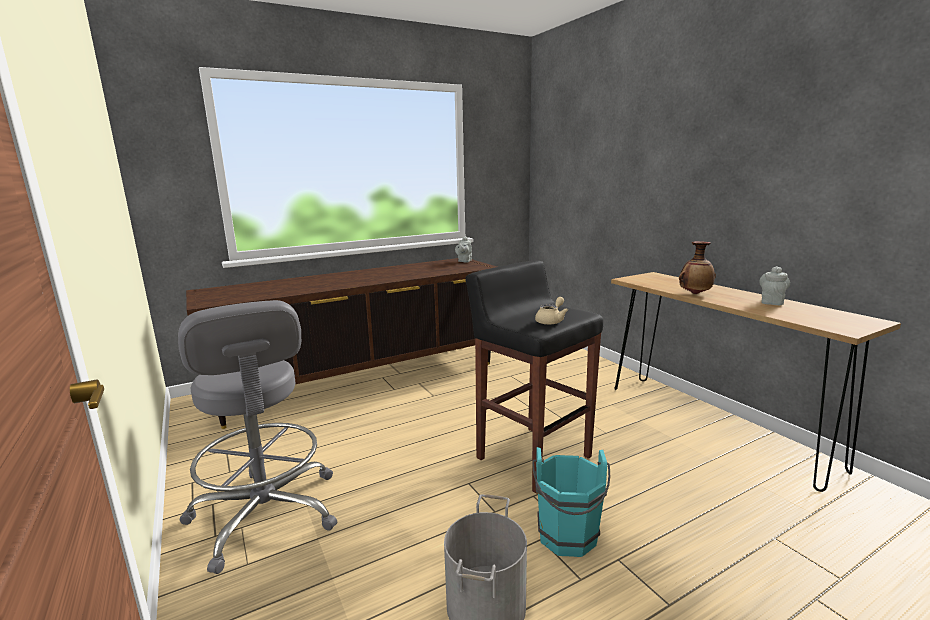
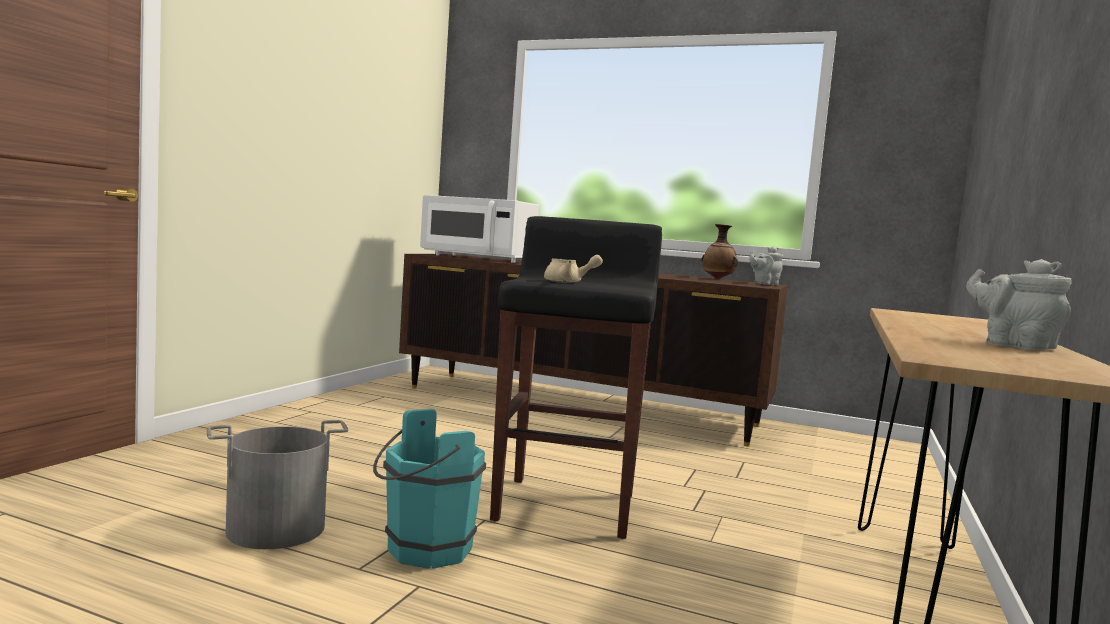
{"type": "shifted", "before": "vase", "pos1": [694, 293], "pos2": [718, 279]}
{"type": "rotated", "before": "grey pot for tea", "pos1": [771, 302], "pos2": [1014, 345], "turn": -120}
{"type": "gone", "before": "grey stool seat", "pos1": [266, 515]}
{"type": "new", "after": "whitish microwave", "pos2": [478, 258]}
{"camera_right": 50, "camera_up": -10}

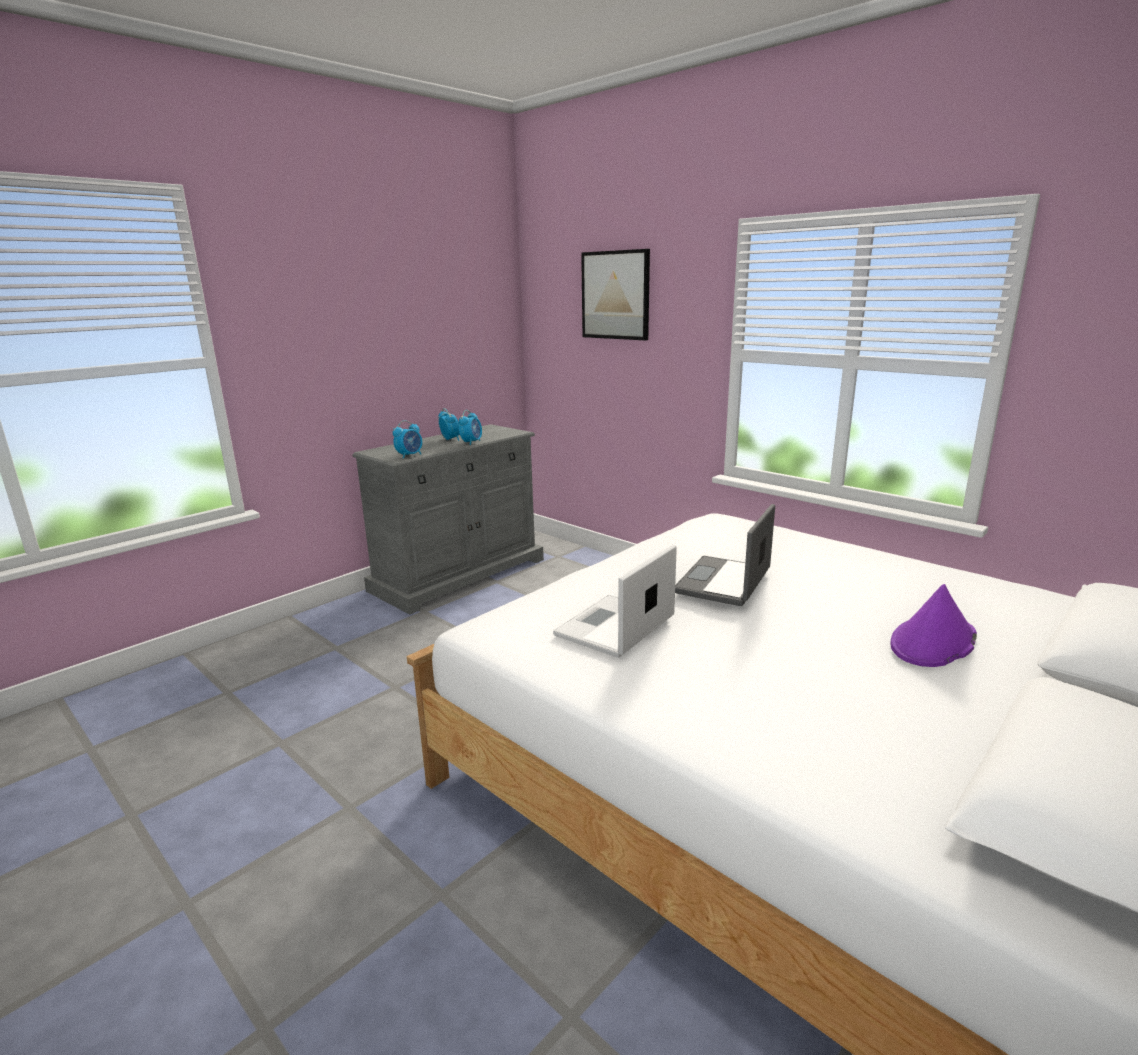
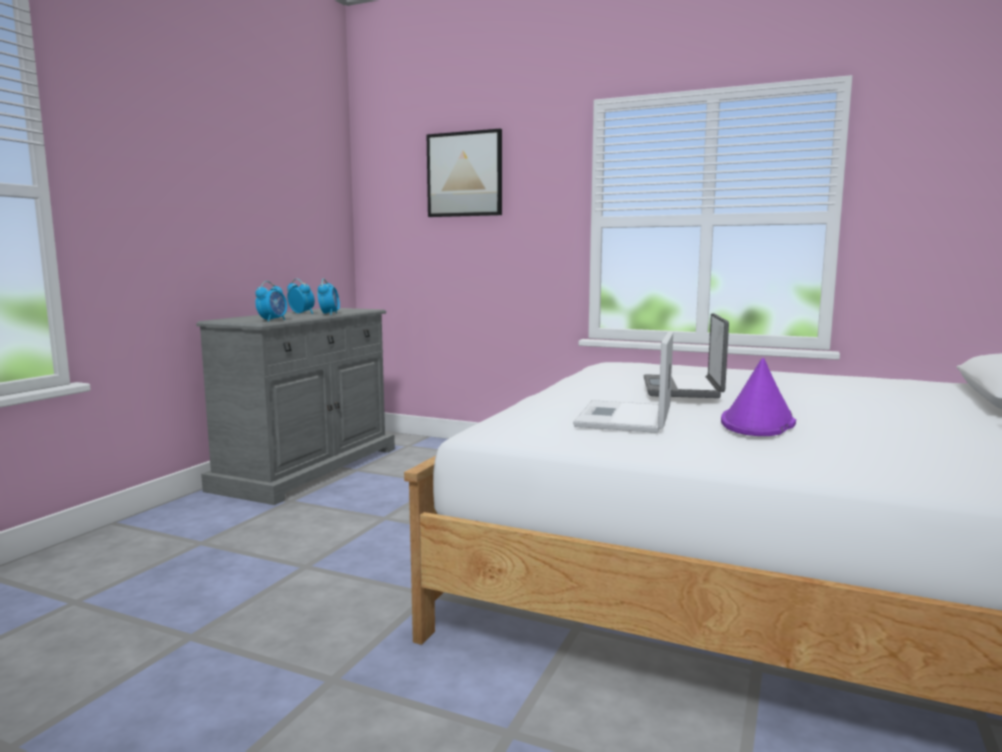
{"type": "shifted", "before": "purplish clothing hat", "pos1": [933, 642], "pos2": [758, 423]}
{"camera_right": -20, "camera_up": -10}

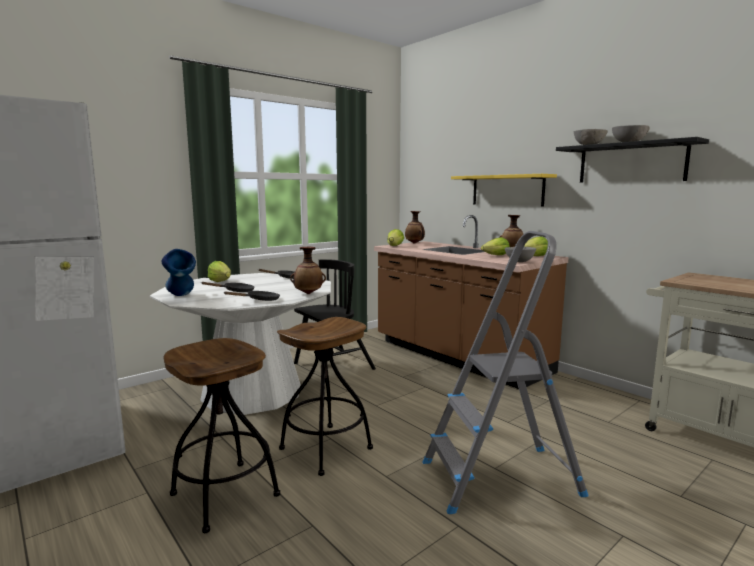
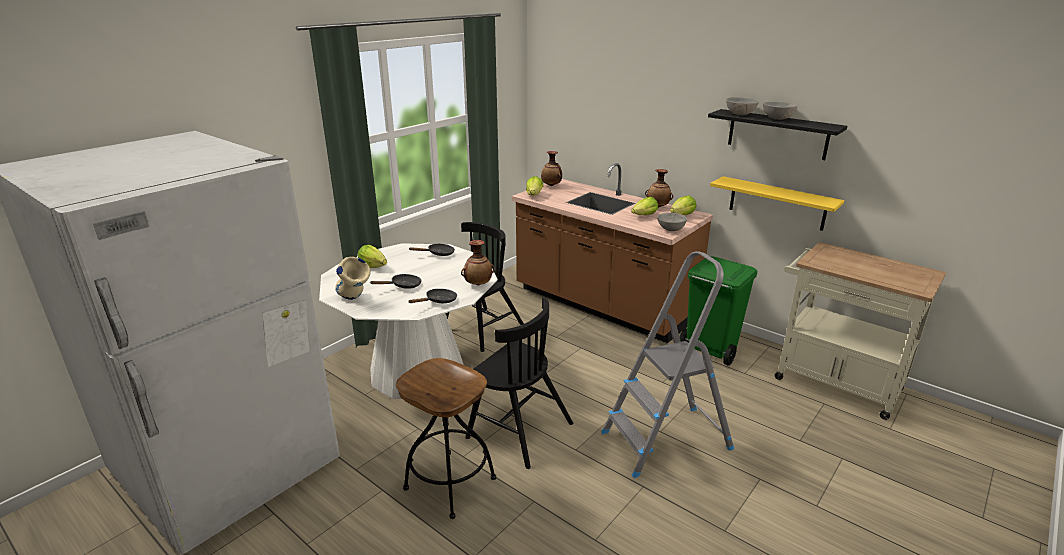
{"type": "shifted", "before": "yellow shelf", "pos1": [507, 190], "pos2": [777, 203]}
{"type": "repainted", "before": "blue vase", "after": "beige vase", "pos1": [181, 296], "pos2": [355, 300]}
{"type": "swapped", "before": "brown stool seat", "after": "black chair", "pos1": [325, 448], "pos2": [515, 428]}
{"type": "new", "after": "greenish trash can", "pos2": [710, 349]}
{"camera_right": -10, "camera_up": 15}

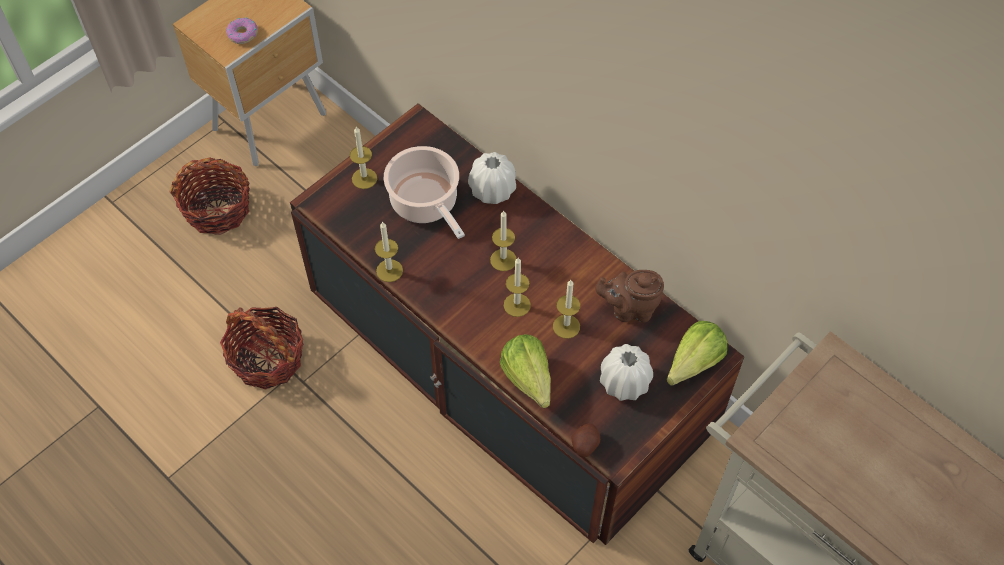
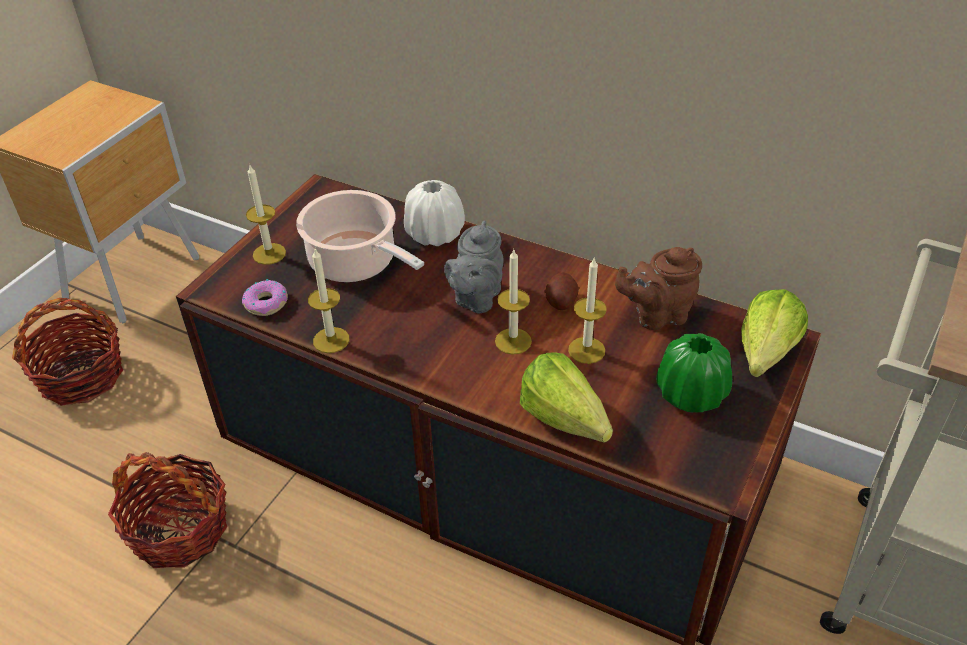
{"type": "shifted", "before": "doughnut", "pos1": [243, 34], "pos2": [266, 303]}
{"type": "swapped", "before": "candle", "after": "grey pot for tea", "pos1": [503, 260], "pos2": [476, 298]}
{"type": "repainted", "before": "whitish vase", "after": "greenish vase", "pos1": [624, 382], "pos2": [690, 394]}
{"type": "shifted", "before": "potato", "pos1": [585, 444], "pos2": [560, 301]}
{"camera_right": -15, "camera_up": -15}

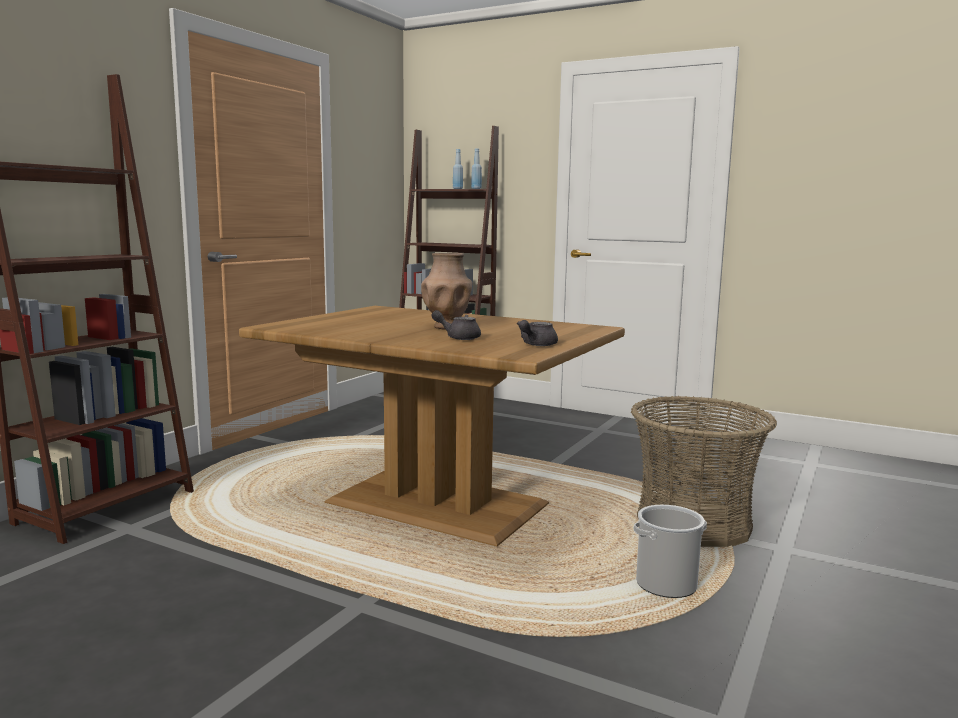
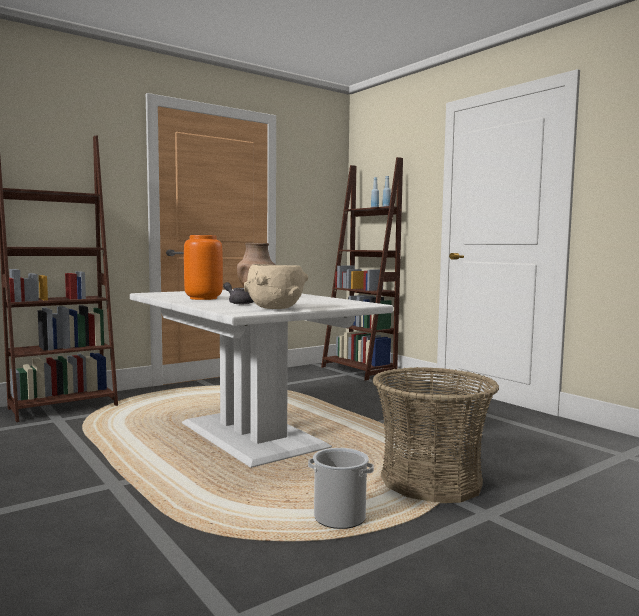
{"type": "repainted", "before": "brown dinner table", "after": "whitish dinner table", "pos1": [436, 505], "pos2": [250, 435]}
{"type": "swapped", "before": "grey pot for tea", "after": "beige bowl", "pos1": [535, 345], "pos2": [275, 308]}
{"type": "new", "after": "orange-coloured vase", "pos2": [204, 298]}
{"camera_right": 25, "camera_up": -5}

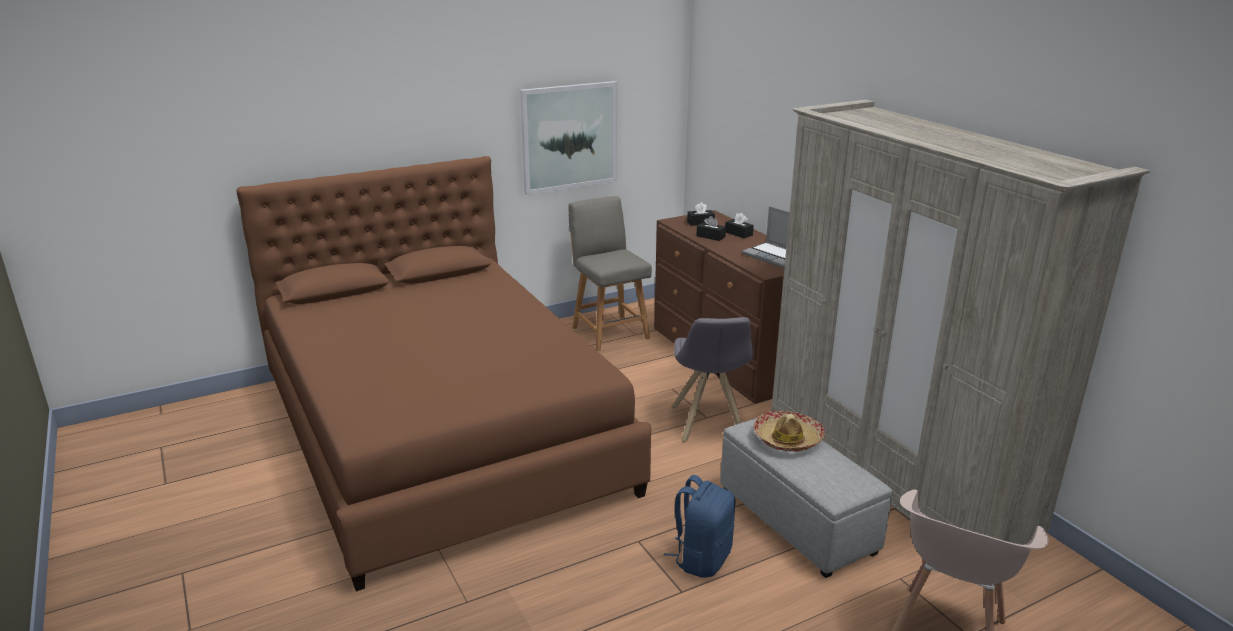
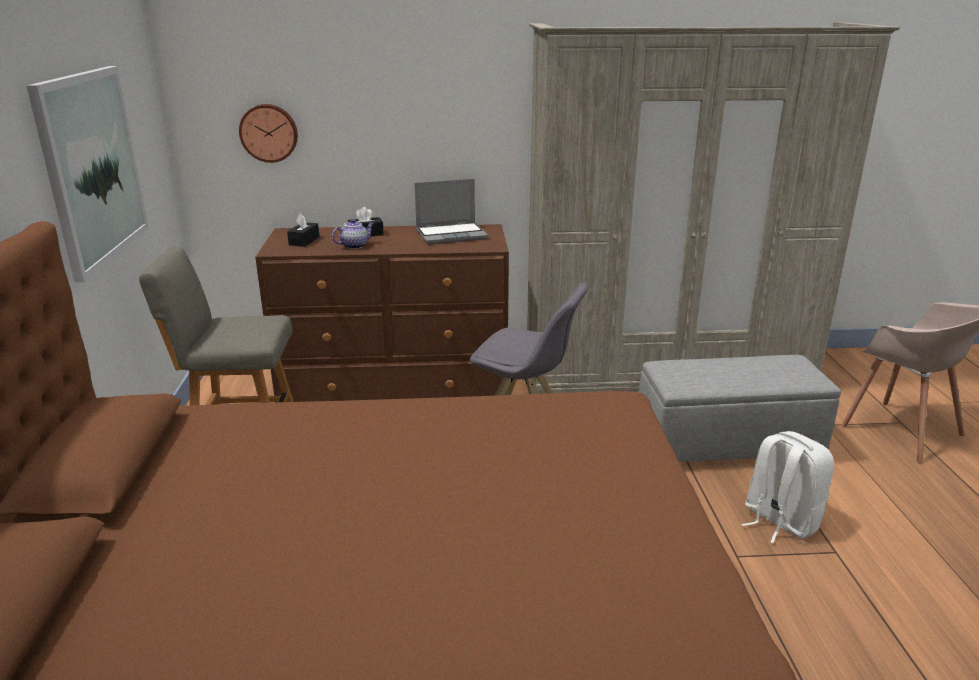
{"type": "swapped", "before": "black tissue holder", "after": "pot for tea", "pos1": [710, 236], "pos2": [355, 246]}
{"type": "gone", "before": "clothing hat", "pos1": [788, 439]}
{"type": "repainted", "before": "blue backpack", "after": "whitish backpack", "pos1": [702, 558], "pos2": [779, 520]}
{"type": "new", "after": "wall clock", "pos2": [269, 133]}
{"camera_right": -65, "camera_up": 0}

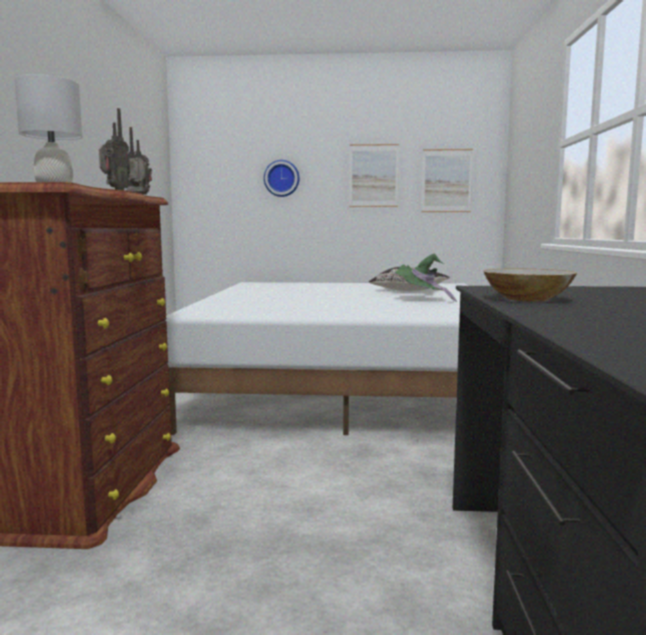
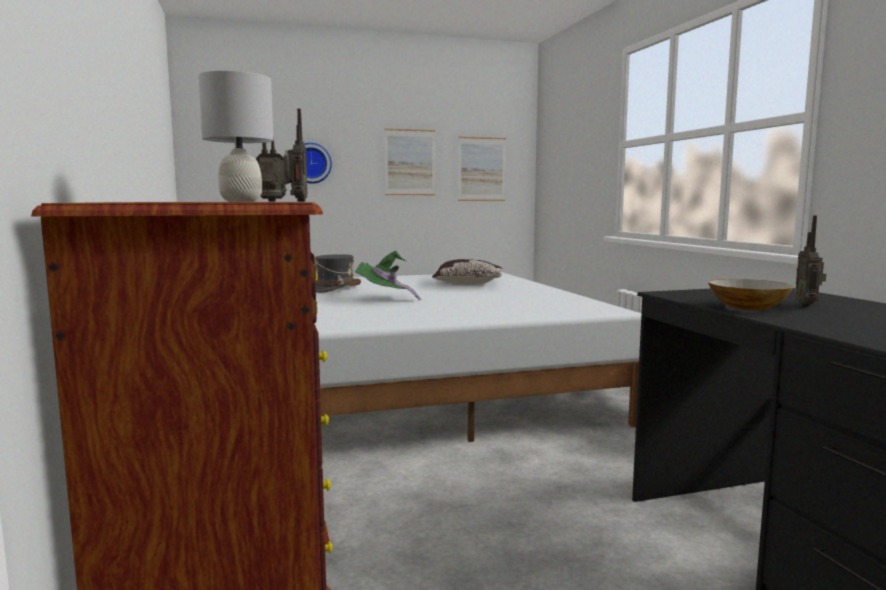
{"type": "shifted", "before": "greenish clothing hat", "pos1": [422, 300], "pos2": [385, 299]}
{"type": "new", "after": "radio", "pos2": [808, 305]}
{"type": "new", "after": "grey clothing hat", "pos2": [335, 289]}
{"camera_right": -20, "camera_up": 0}

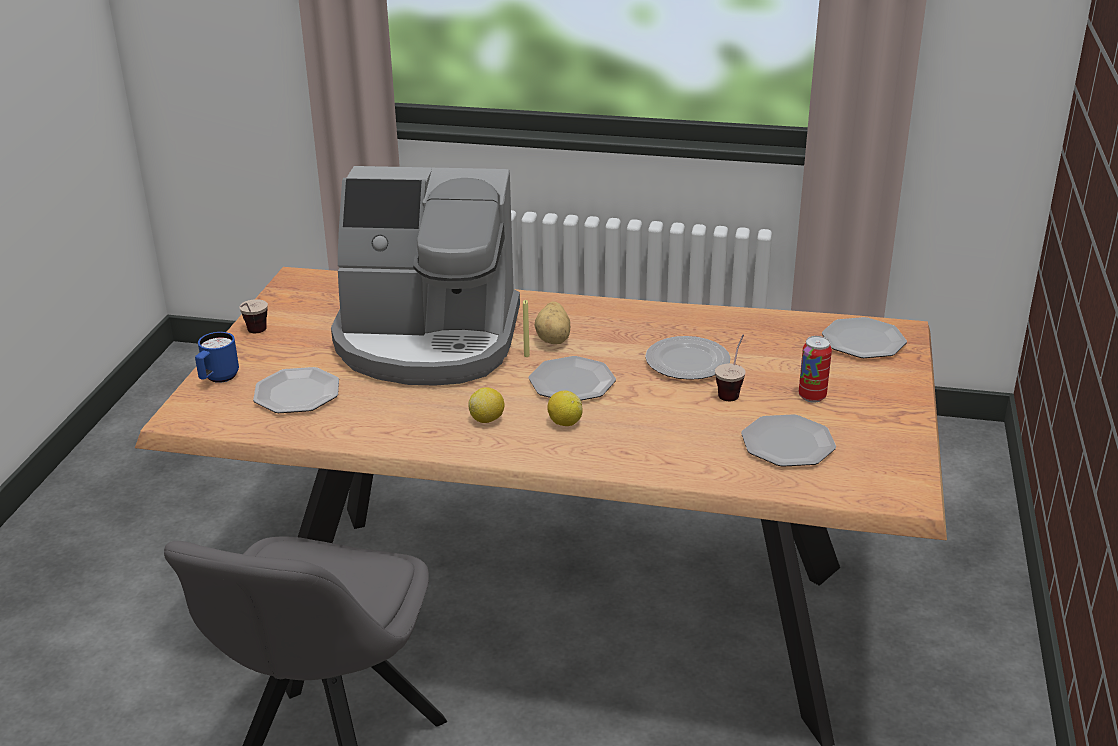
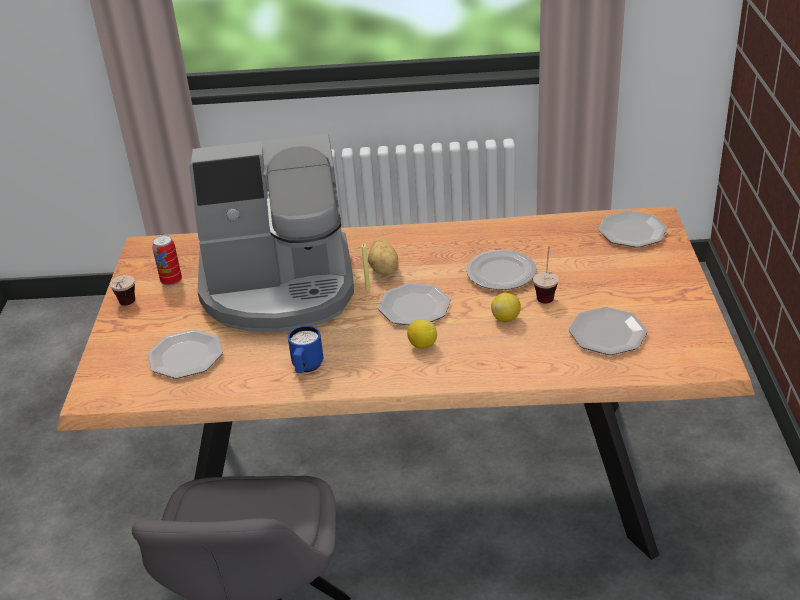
{"type": "shifted", "before": "blue coffee mug", "pos1": [218, 378], "pos2": [306, 368]}
{"type": "shifted", "before": "metal can", "pos1": [812, 397], "pos2": [171, 281]}
{"type": "shifted", "before": "citrus fruit", "pos1": [487, 420], "pos2": [506, 318]}
{"camera_right": -10, "camera_up": 5}

